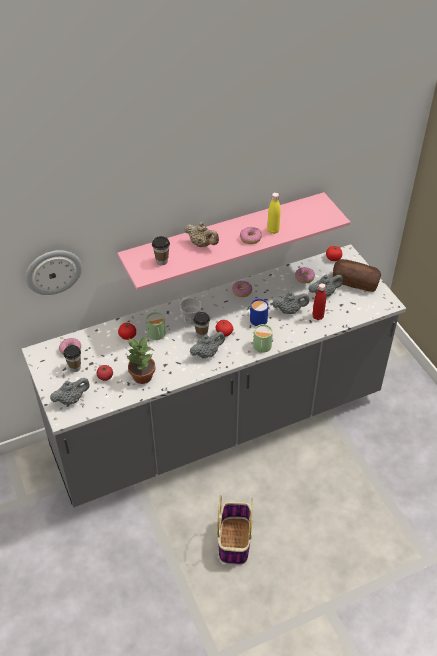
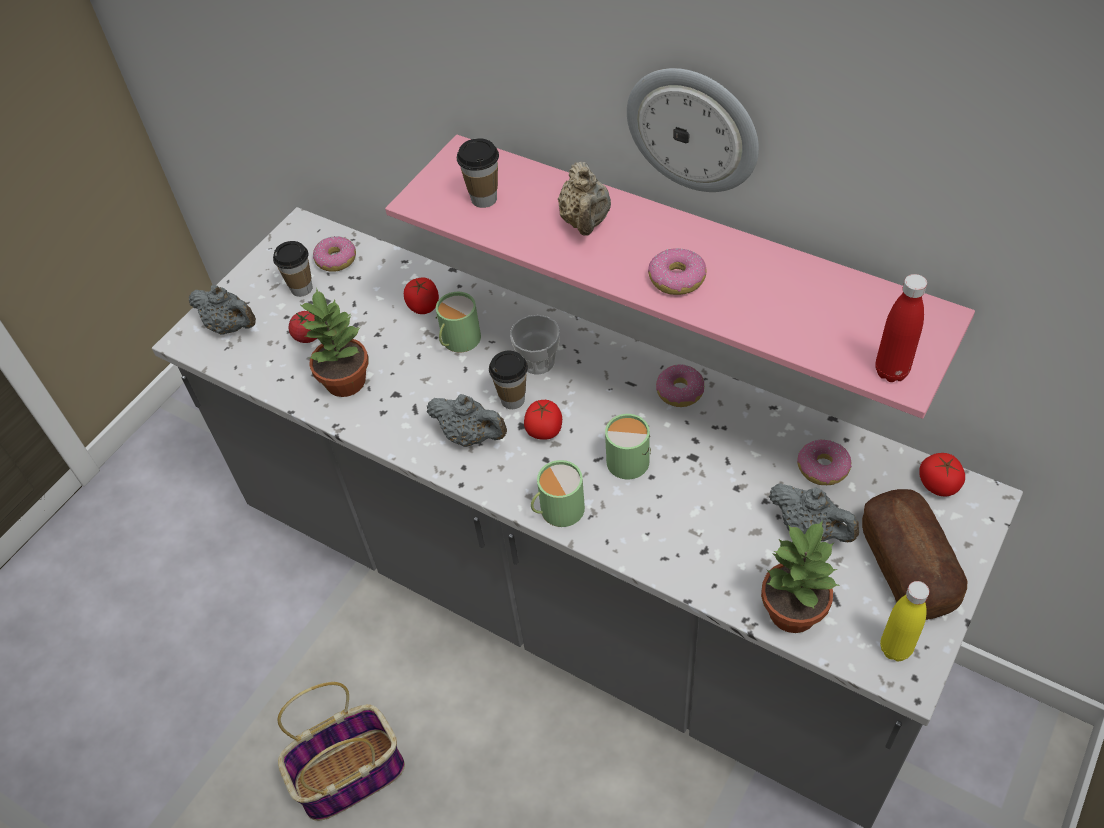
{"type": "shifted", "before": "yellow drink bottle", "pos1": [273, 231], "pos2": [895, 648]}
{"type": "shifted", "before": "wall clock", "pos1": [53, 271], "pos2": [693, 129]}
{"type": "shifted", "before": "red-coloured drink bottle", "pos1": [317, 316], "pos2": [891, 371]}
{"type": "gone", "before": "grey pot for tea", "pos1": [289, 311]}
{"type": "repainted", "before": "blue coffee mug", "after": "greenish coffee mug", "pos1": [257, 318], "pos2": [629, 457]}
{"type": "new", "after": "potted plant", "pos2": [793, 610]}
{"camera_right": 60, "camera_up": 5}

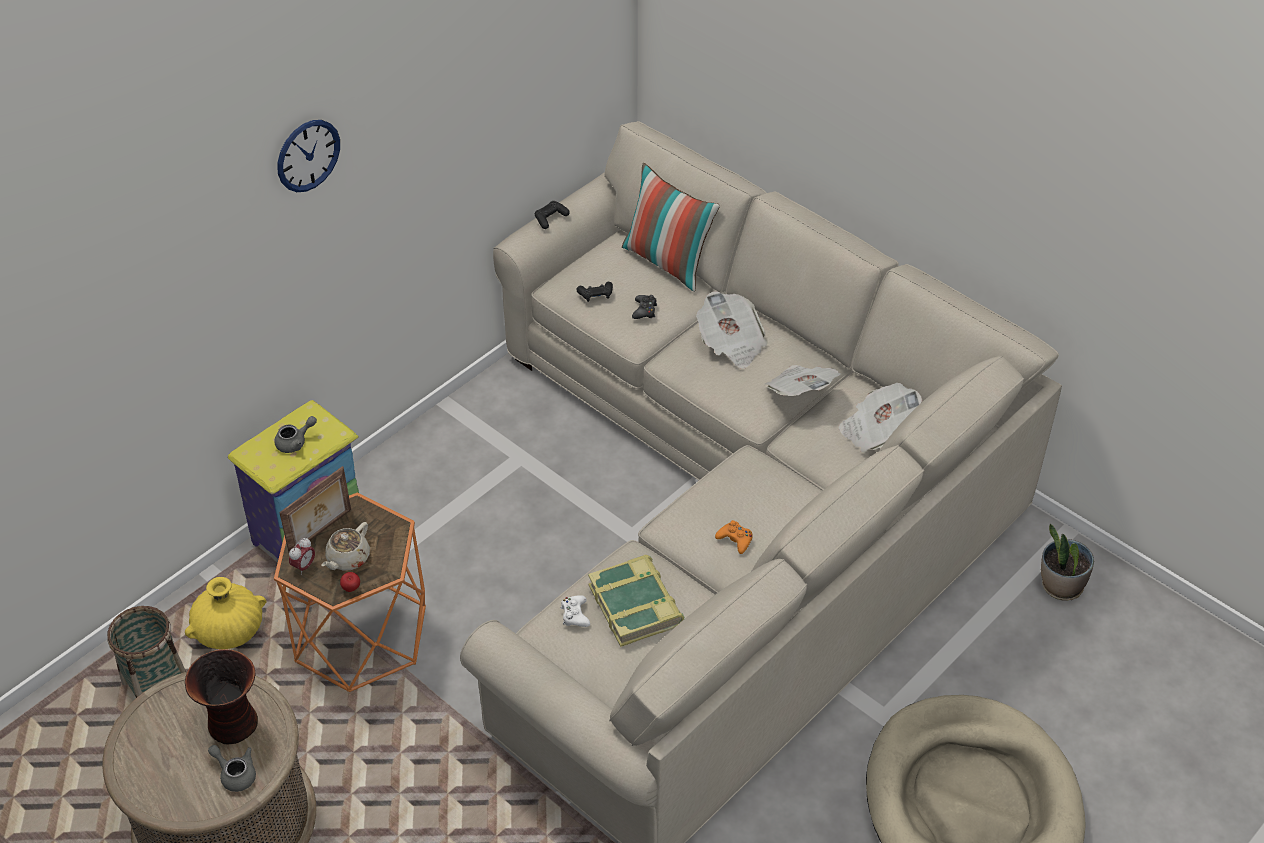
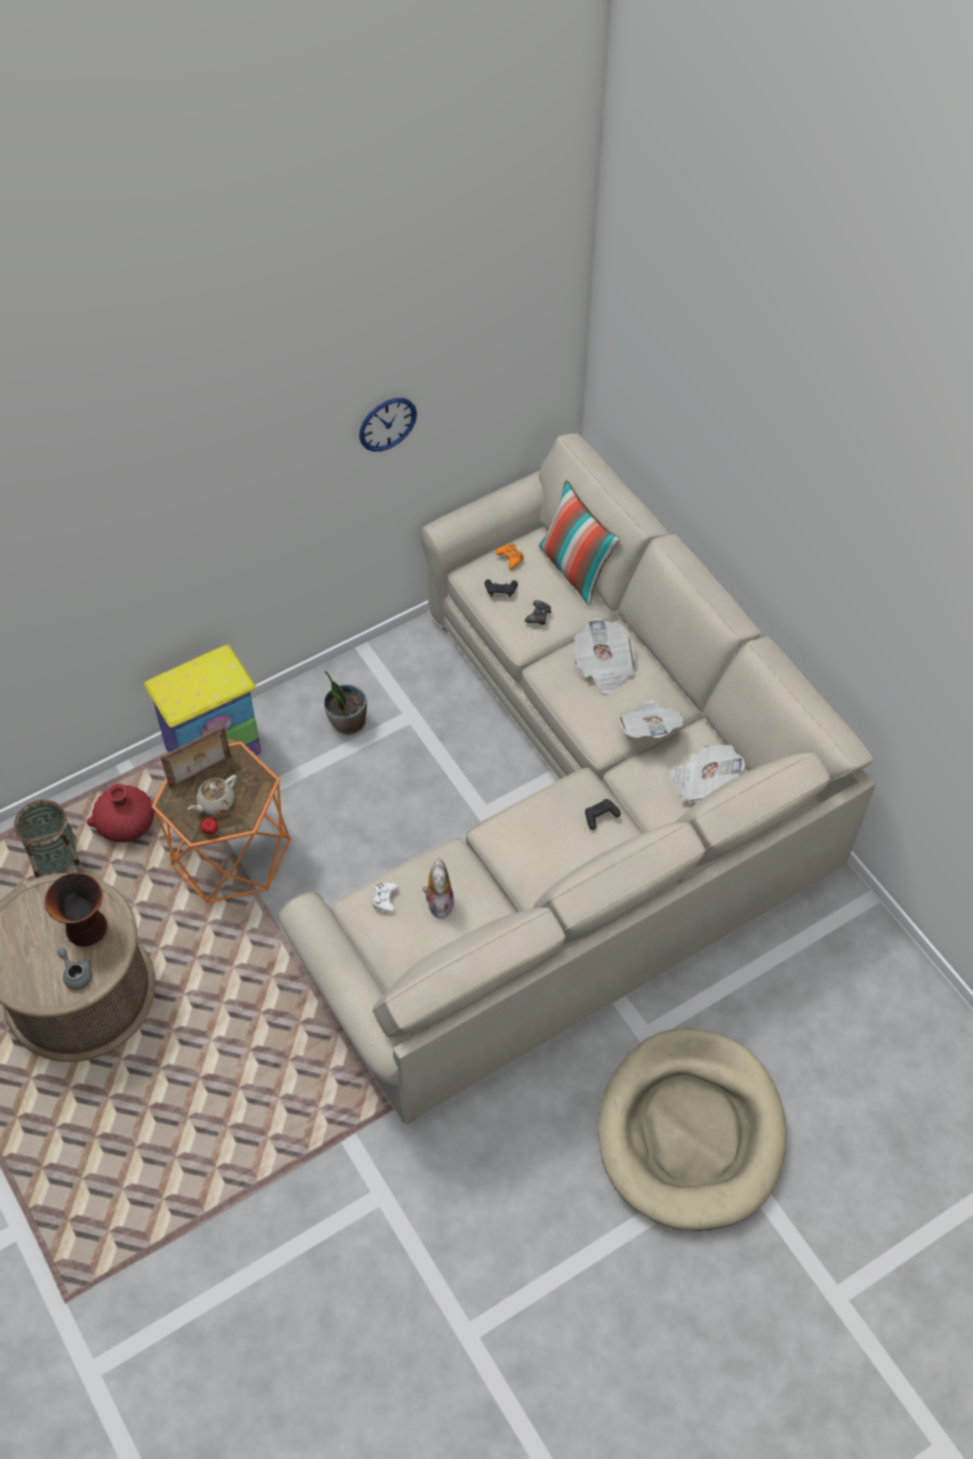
{"type": "shifted", "before": "wall clock", "pos1": [308, 155], "pos2": [387, 424]}
{"type": "shifted", "before": "black game controller", "pos1": [550, 218], "pos2": [600, 816]}
{"type": "gone", "before": "grey pot for tea", "pos1": [295, 442]}
{"type": "shifted", "before": "orange-coloured game controller", "pos1": [735, 540], "pos2": [510, 558]}
{"type": "shifted", "before": "potted plant", "pos1": [1060, 586], "pos2": [347, 722]}
{"type": "gone", "before": "bedside clock", "pos1": [304, 566]}
{"type": "swapped", "before": "bound book", "after": "soft toy", "pos1": [636, 605], "pos2": [438, 902]}
{"type": "repainted", "before": "yellow vase", "after": "red-coloured vase", "pos1": [229, 631], "pos2": [126, 824]}
{"camera_right": 15, "camera_up": 10}

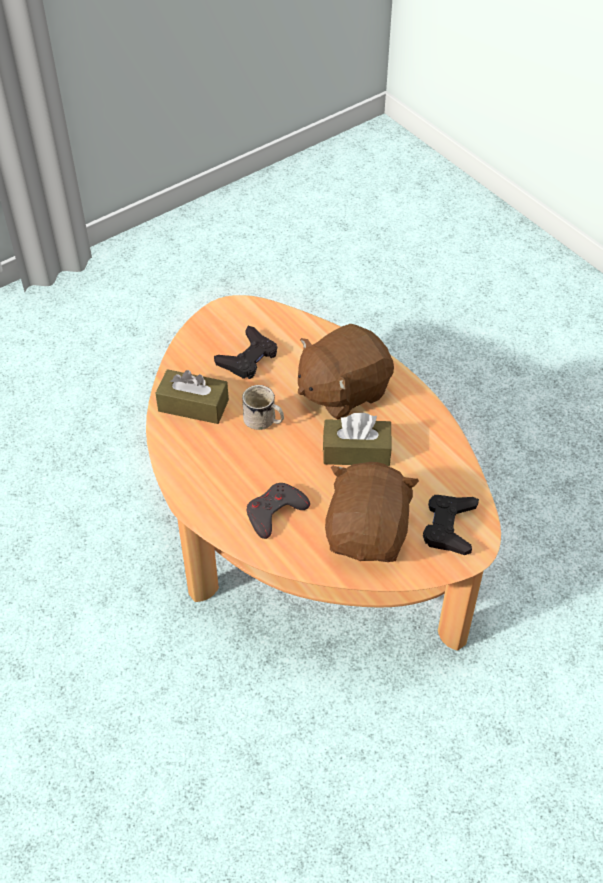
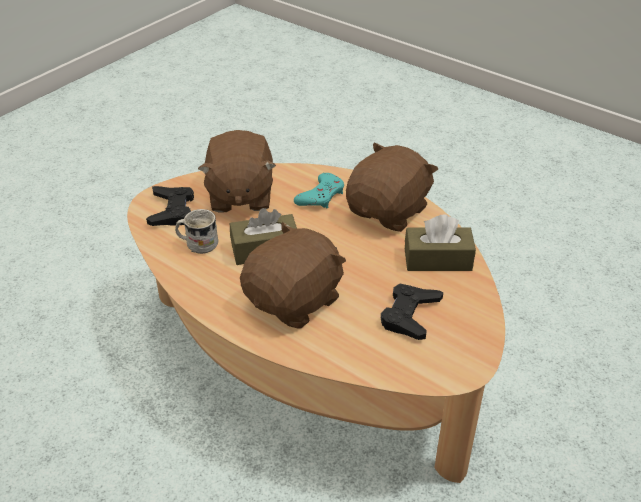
{"type": "shifted", "before": "whitish coffee mug", "pos1": [264, 422], "pos2": [197, 244]}
{"type": "repainted", "before": "grey game controller", "after": "turquoise game controller", "pos1": [275, 512], "pos2": [321, 196]}
{"type": "new", "after": "brown soft toy", "pos2": [389, 211]}
{"camera_right": 165, "camera_up": -10}

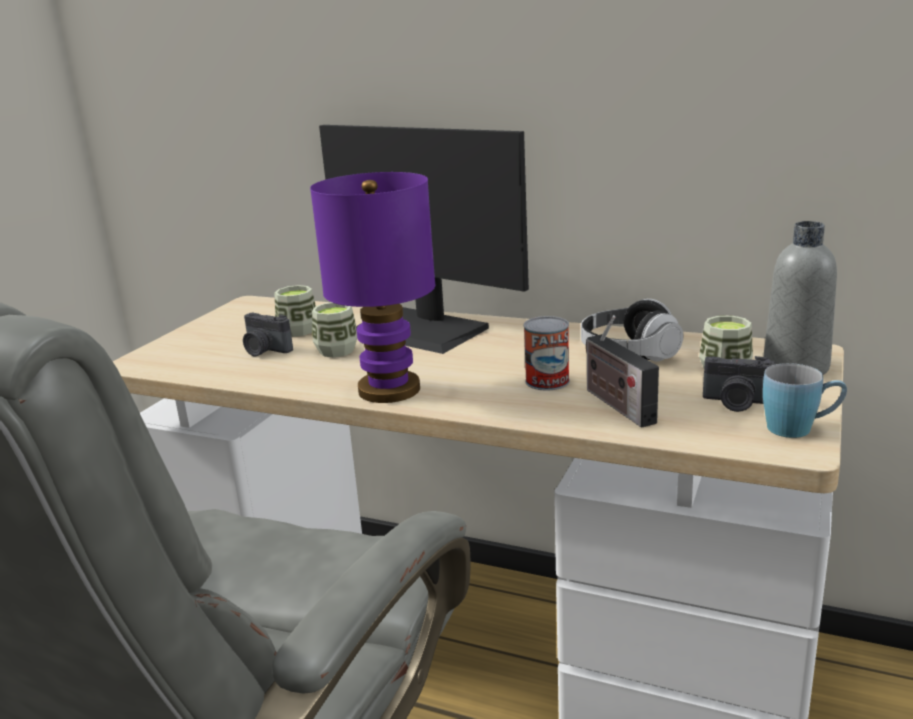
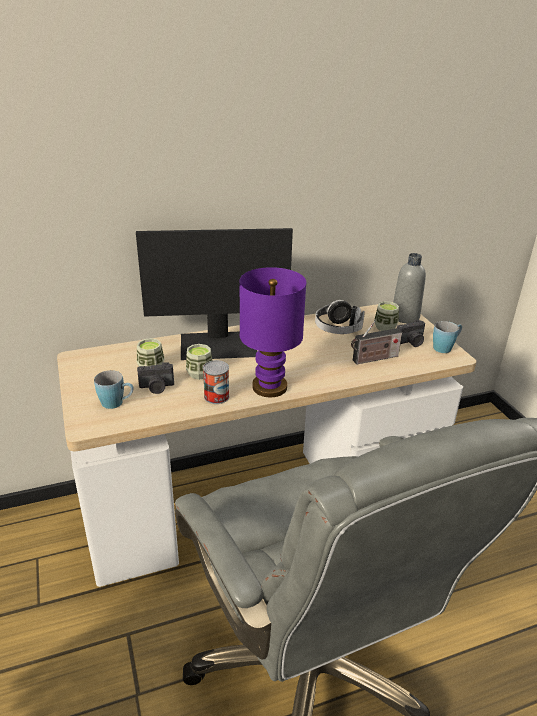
{"type": "rotated", "before": "radio", "pos1": [616, 404], "pos2": [373, 359], "turn": -45}
{"type": "shifted", "before": "metal can", "pos1": [547, 381], "pos2": [216, 396]}
{"type": "new", "after": "blue coffee mug", "pos2": [117, 403]}
{"camera_right": -45, "camera_up": 10}

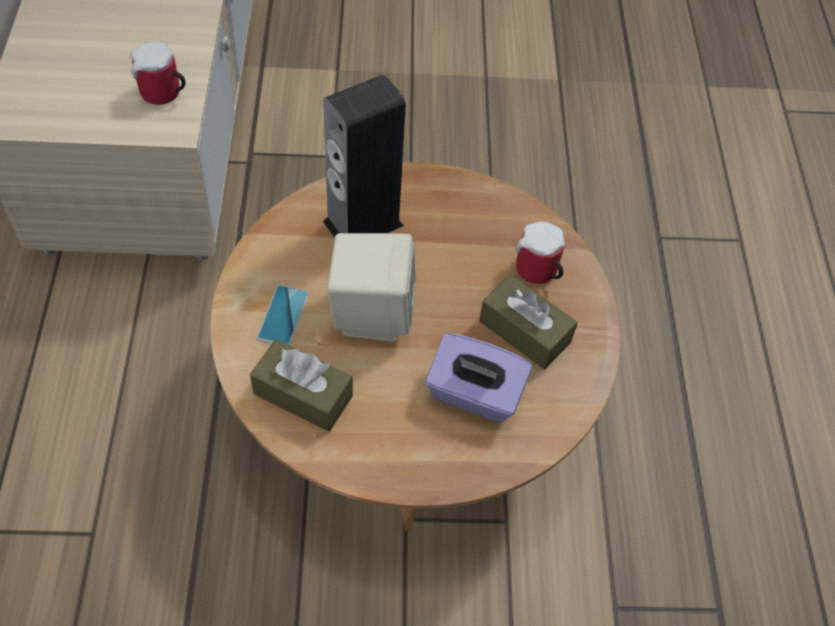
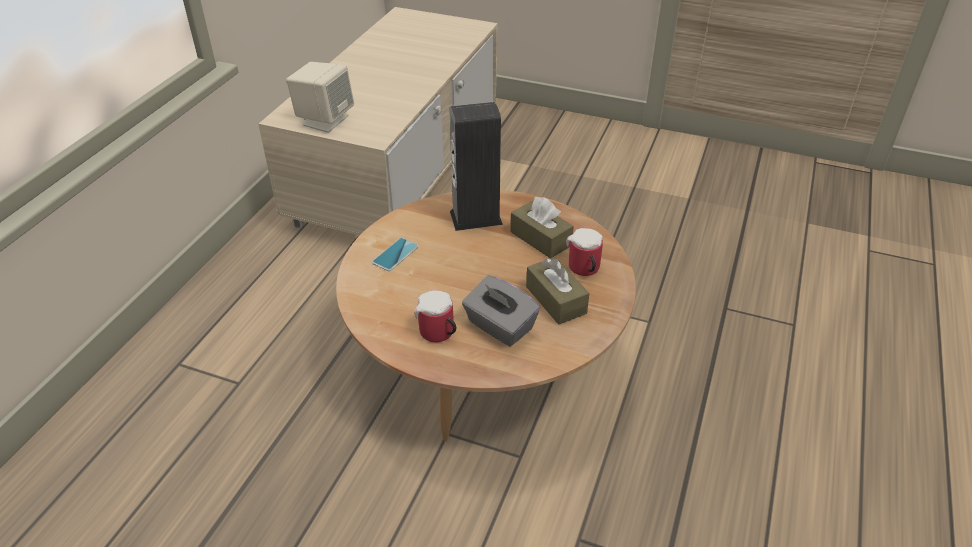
{"type": "shifted", "before": "coffee mug", "pos1": [164, 95], "pos2": [439, 334]}
{"type": "shifted", "before": "beige loudspeaker", "pos1": [371, 313], "pos2": [325, 120]}
{"type": "repainted", "before": "purplish tissue holder", "after": "grey tissue holder", "pos1": [474, 395], "pos2": [499, 326]}
{"type": "shifted", "before": "brown tissue holder", "pos1": [303, 394], "pos2": [540, 239]}
{"camera_right": 25, "camera_up": -15}

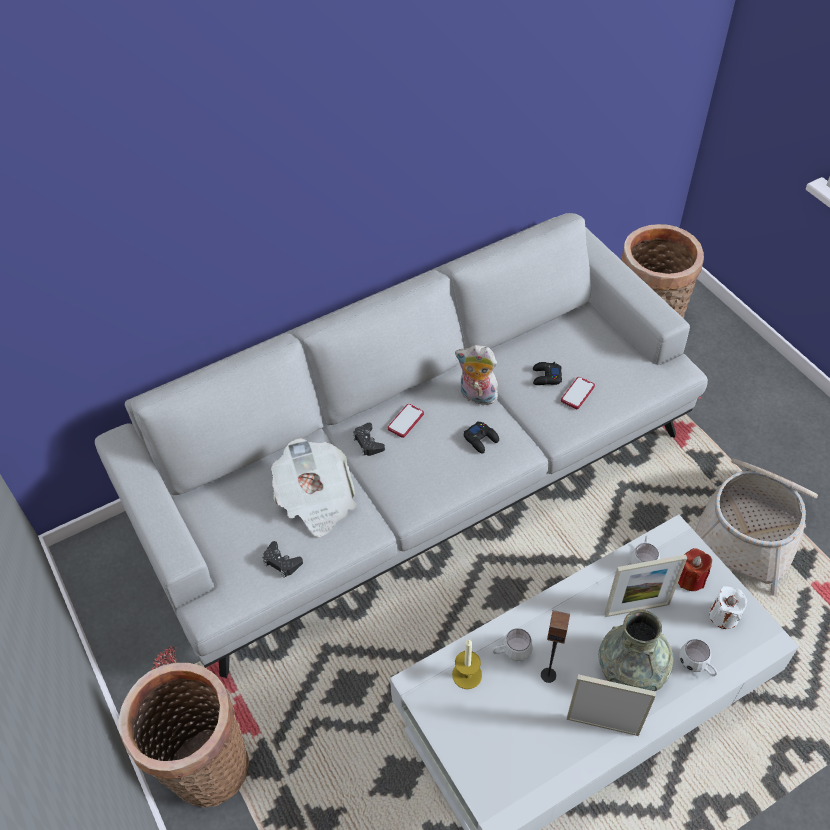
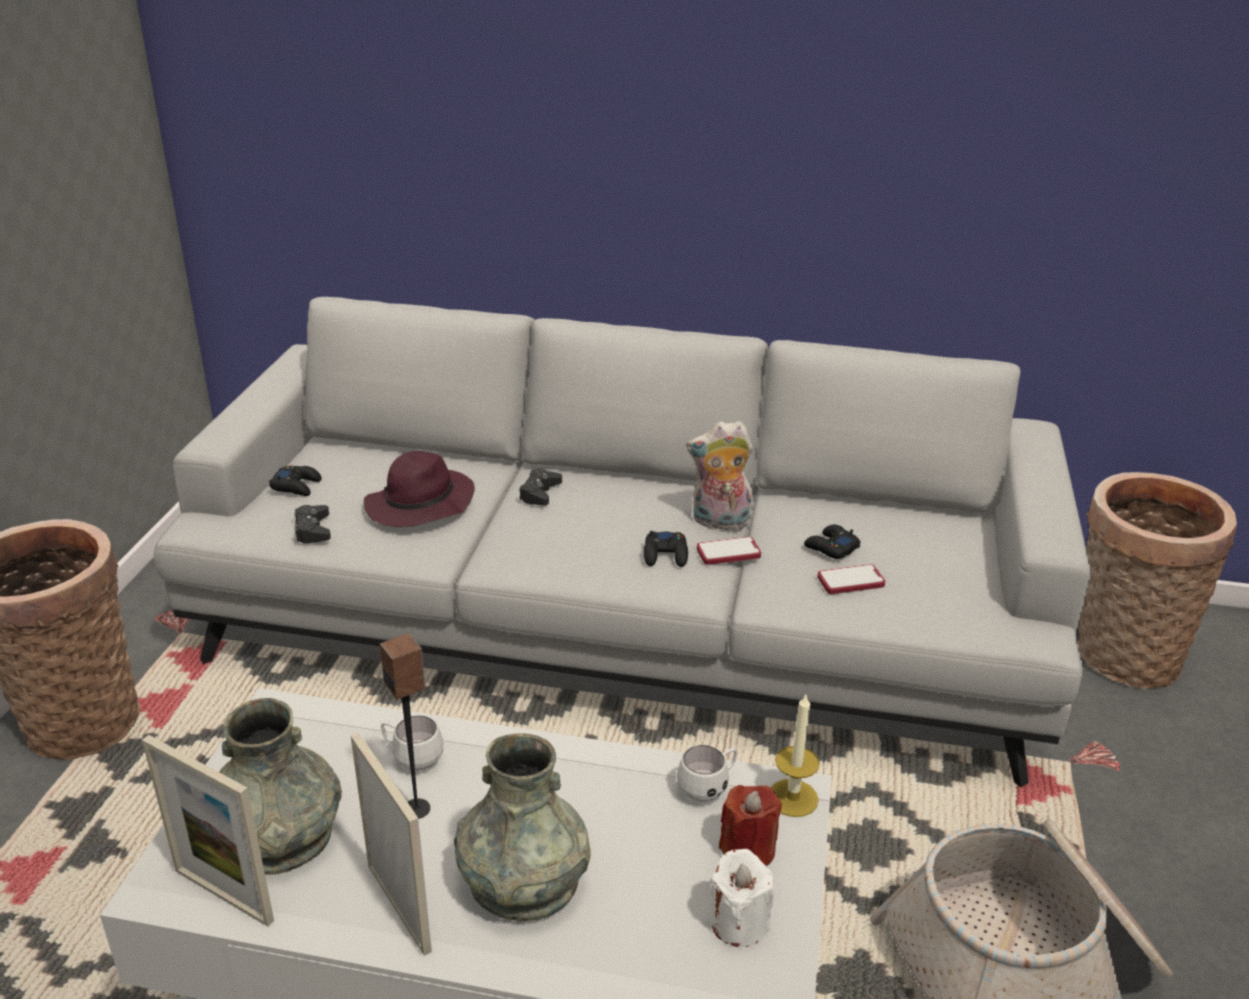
{"type": "rotated", "before": "soft toy", "pos1": [476, 396], "pos2": [719, 522], "turn": -60}
{"type": "shifted", "before": "phone", "pos1": [405, 421], "pos2": [728, 552]}
{"type": "swapped", "before": "printed paper", "after": "purplish clothing hat", "pos1": [316, 500], "pos2": [419, 506]}
{"type": "shifted", "before": "photo frame", "pos1": [636, 609], "pos2": [223, 895]}
{"type": "gone", "before": "whitish coffee mug", "pos1": [697, 665]}
{"type": "shifted", "before": "candle", "pos1": [467, 675], "pos2": [792, 798]}
{"type": "new", "after": "black game controller", "pos2": [296, 486]}
{"type": "new", "after": "grey vase", "pos2": [279, 834]}
{"camera_right": 40, "camera_up": -20}

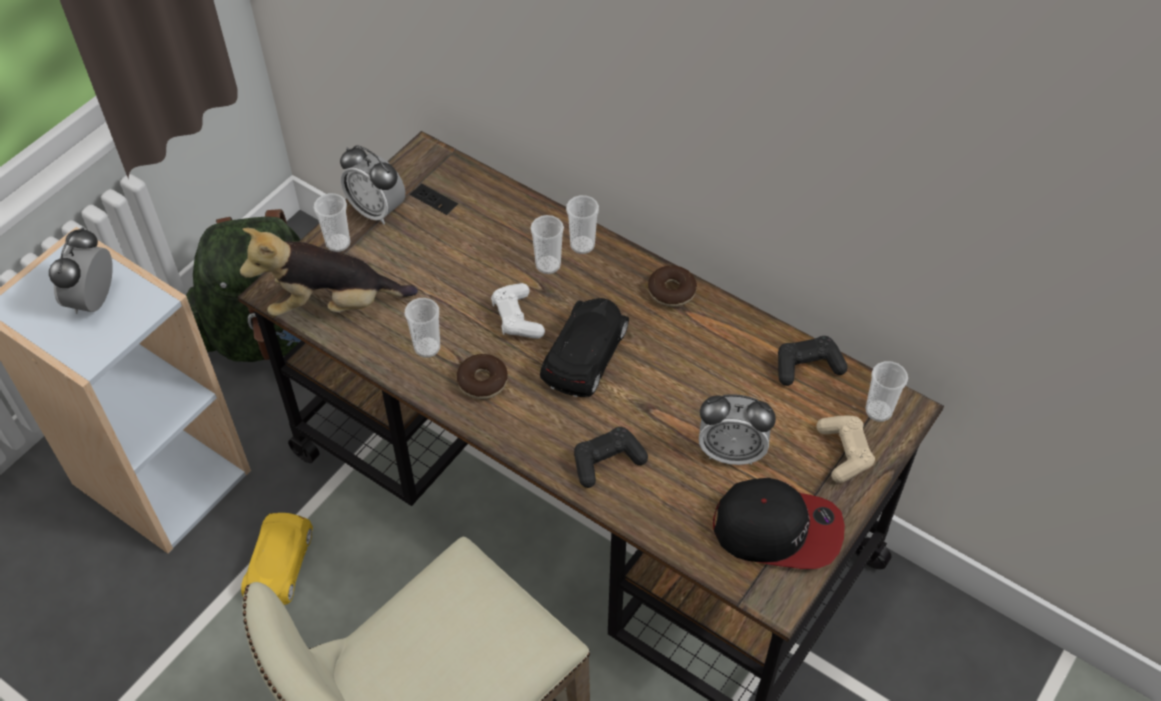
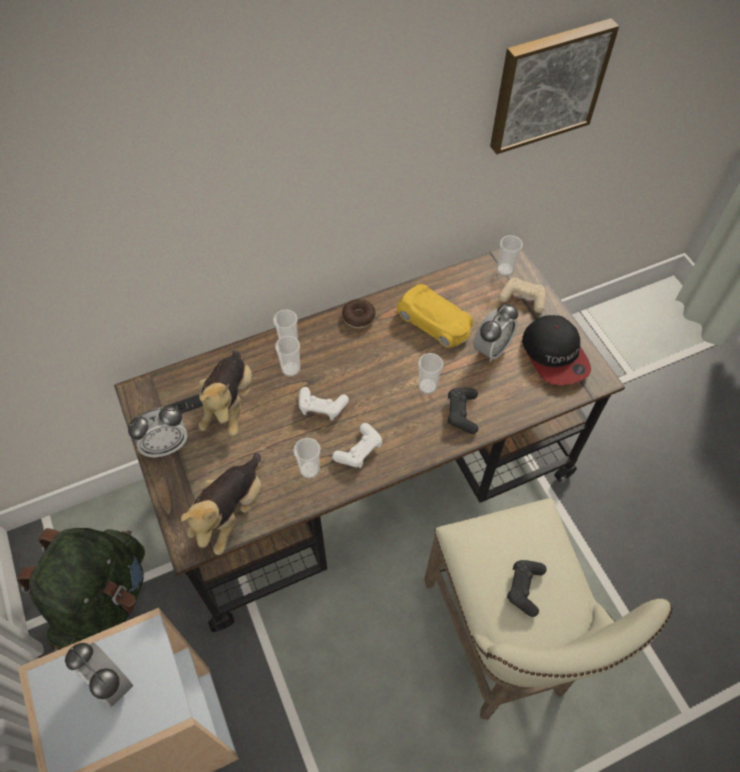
{"type": "shifted", "before": "drinking cup", "pos1": [338, 243], "pos2": [427, 386]}
{"type": "gone", "before": "black toy car", "pos1": [585, 354]}
{"type": "shifted", "before": "black game controller", "pos1": [807, 366], "pos2": [525, 588]}
{"type": "swapped", "before": "doughnut", "after": "whitish game controller", "pos1": [482, 381], "pos2": [359, 450]}
{"type": "rotated", "before": "cap", "pos1": [778, 529], "pos2": [555, 355], "turn": 120}
{"type": "shifted", "before": "yellow toy car", "pos1": [279, 566], "pos2": [435, 322]}
{"type": "new", "after": "picture", "pos2": [547, 85]}
{"type": "new", "after": "soft toy", "pos2": [230, 404]}
{"camera_right": -60, "camera_up": 5}

